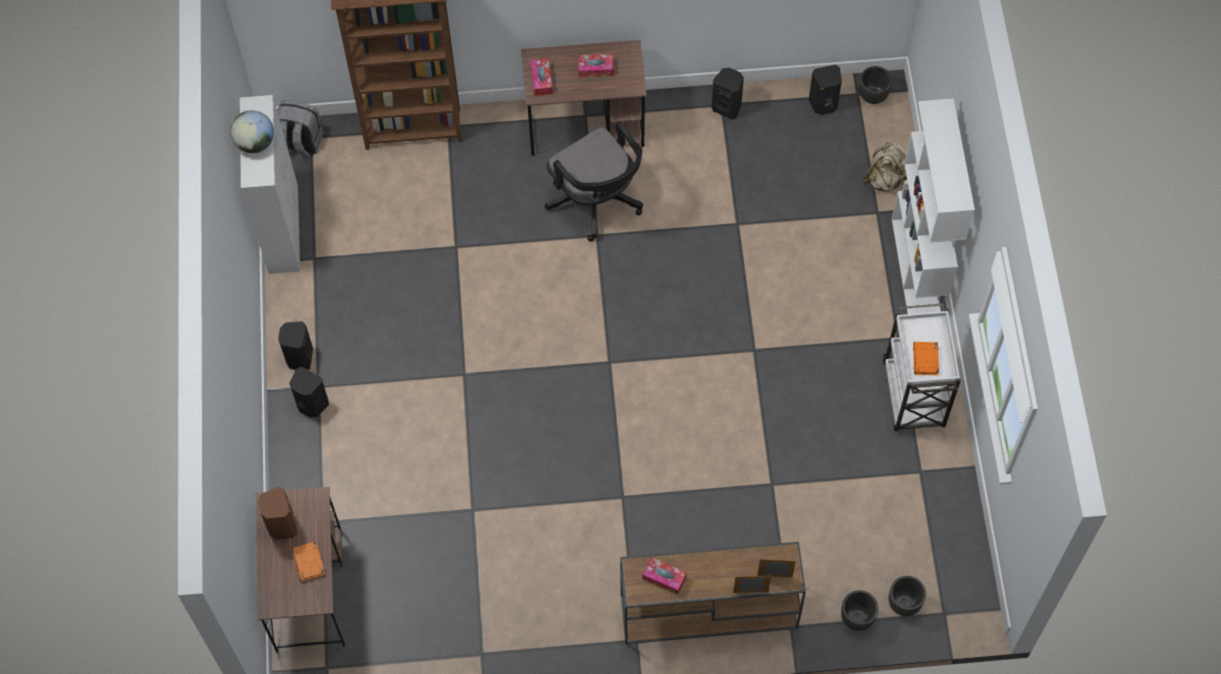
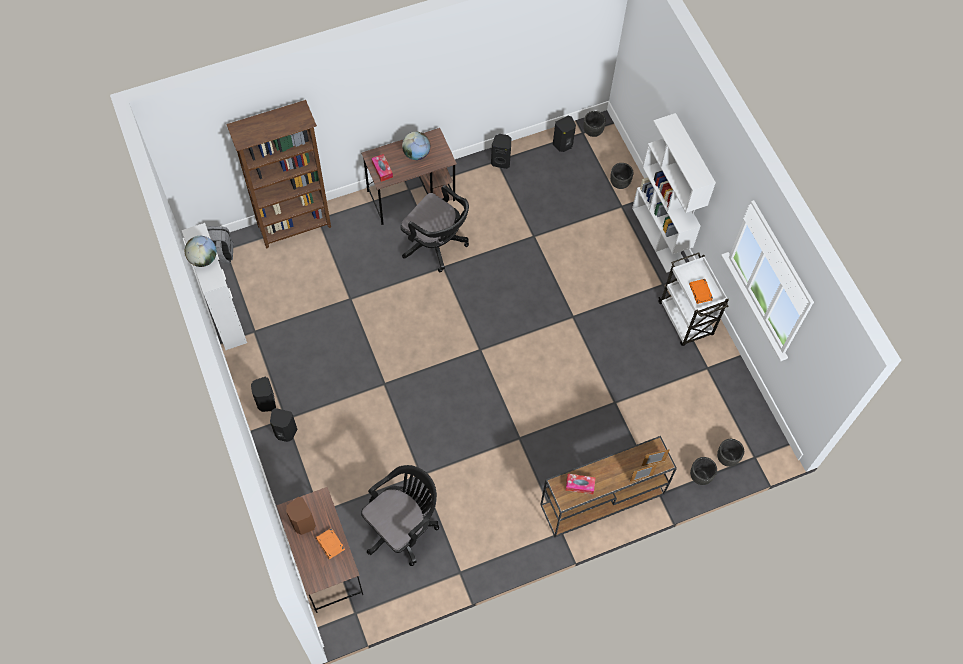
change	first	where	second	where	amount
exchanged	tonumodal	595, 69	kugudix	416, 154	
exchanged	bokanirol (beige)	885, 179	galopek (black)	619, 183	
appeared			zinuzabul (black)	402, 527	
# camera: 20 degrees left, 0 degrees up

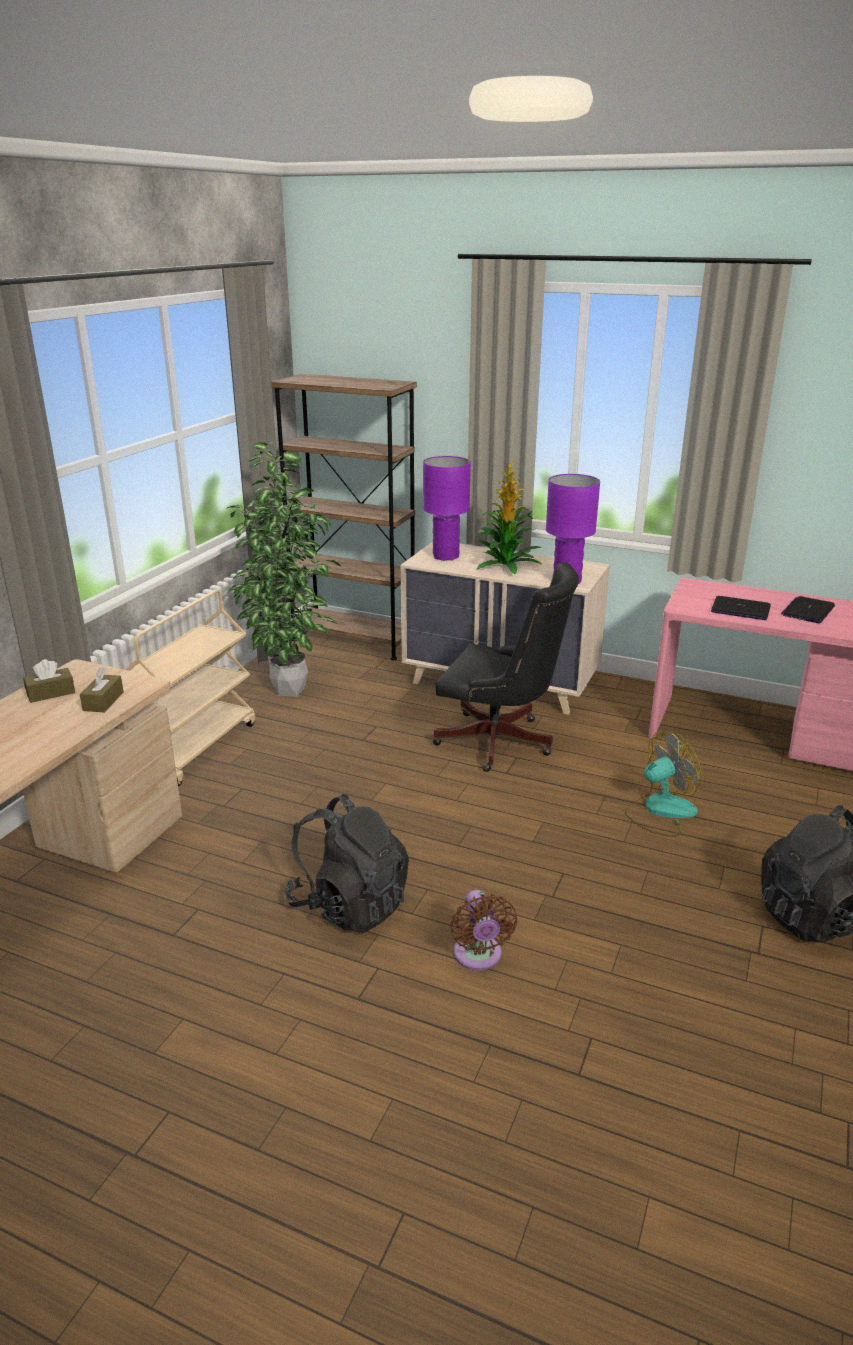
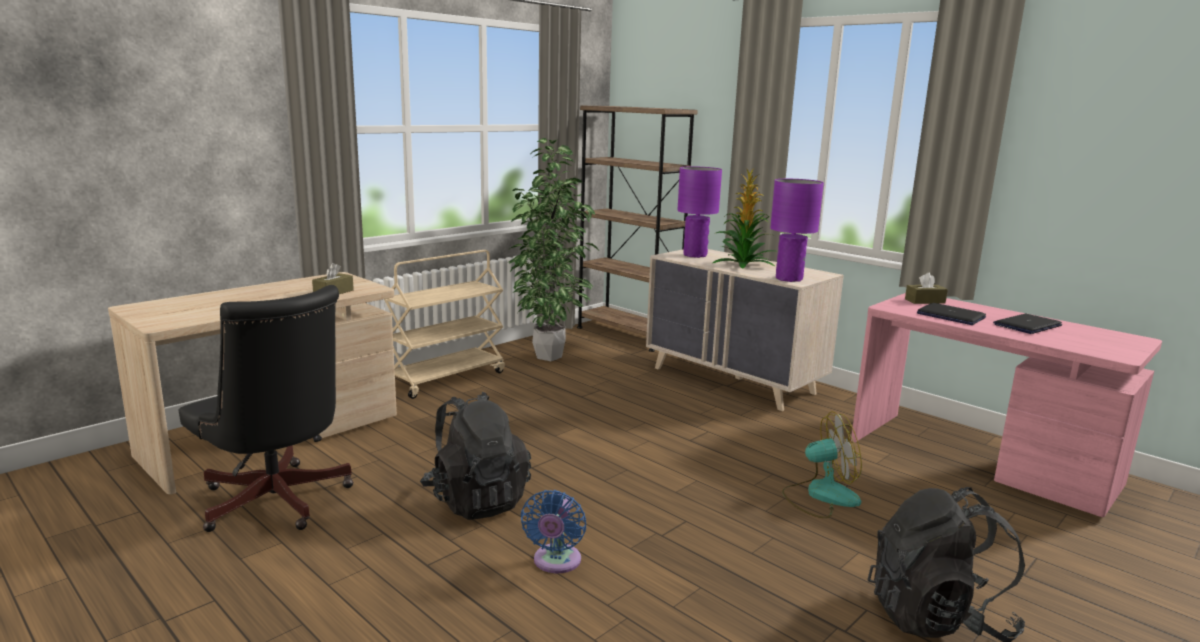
change	first	where	second	where	amount
relocated	tonumodal (brown)	51, 693		925, 301	
relocated	zinuzabul (black)	501, 743		277, 504	
colour	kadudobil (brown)	478, 957	kadudobil (blue)	556, 562	
# camera: 20 degrees right, 10 degrees down

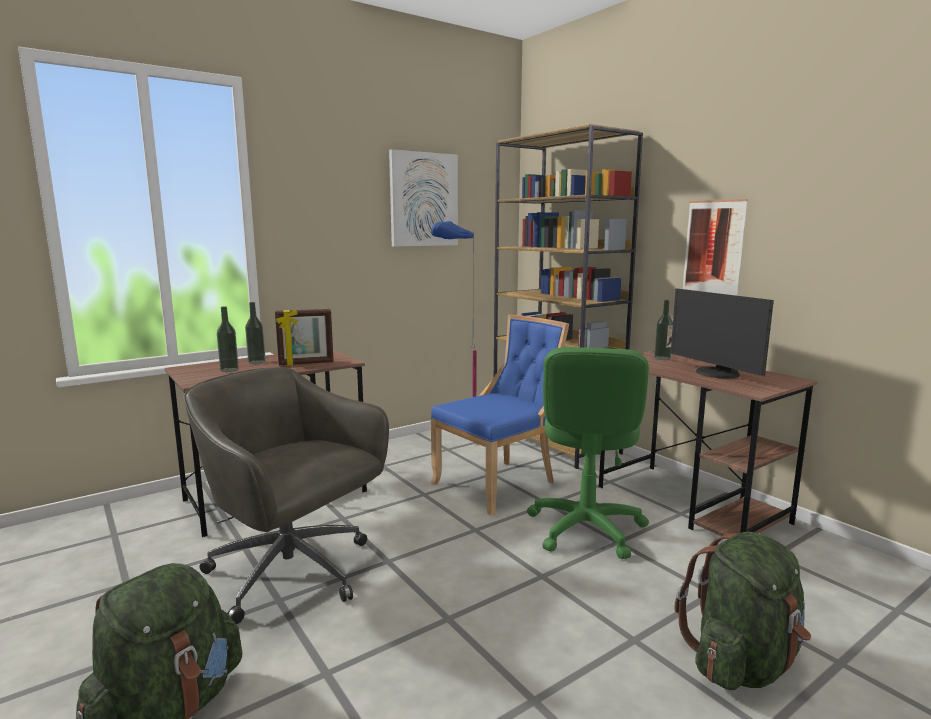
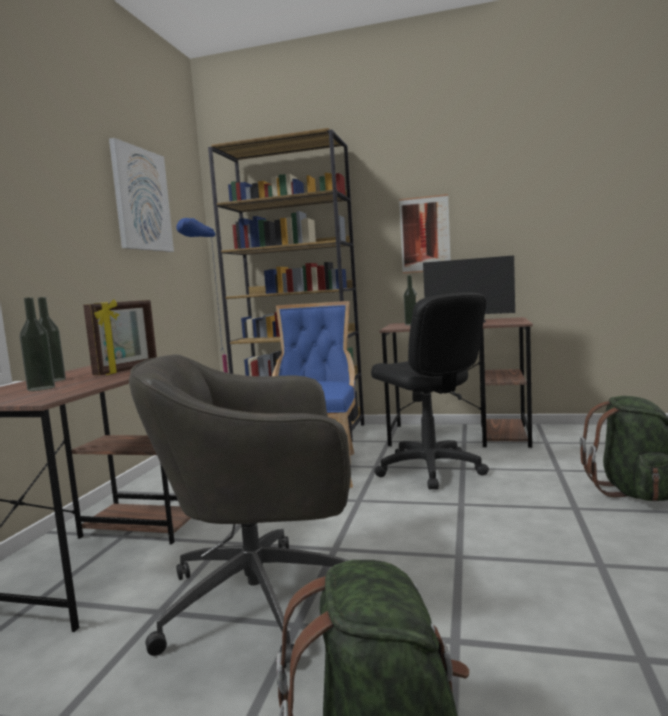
change	first	where	second	where	amount
colour	zinuzabul (green)	585, 528	zinuzabul (black)	430, 469	
# camera: 40 degrees left, 5 degrees down

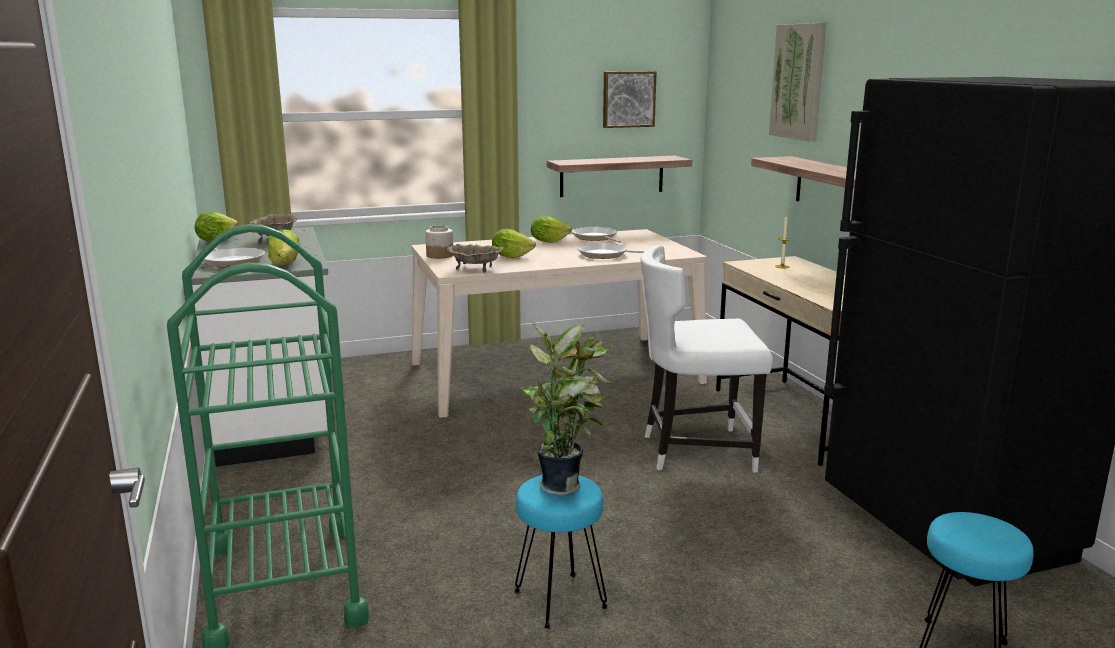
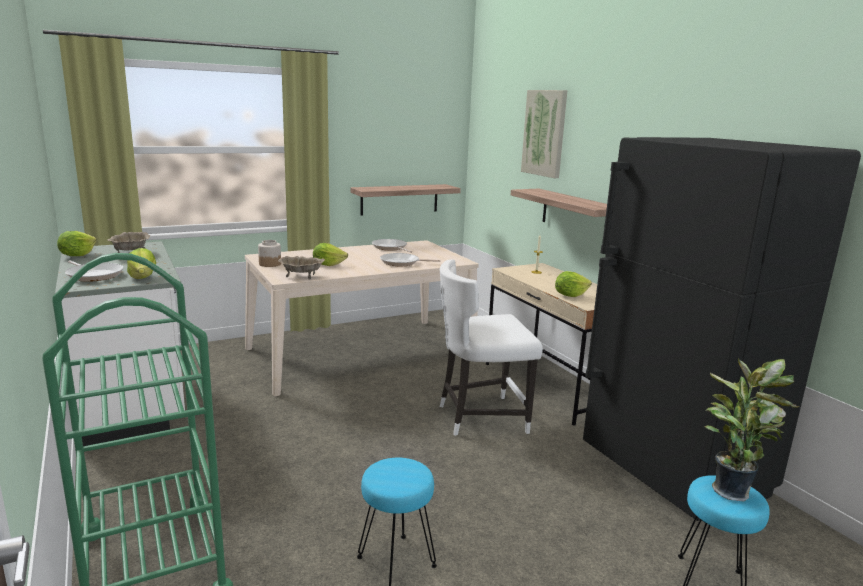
change	first	where	second	where	amount
relocated	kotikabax	564, 485		731, 490	
relocated	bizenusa	548, 241		570, 295	
missing	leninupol	628, 99			
# camera: 10 degrees left, 0 degrees up

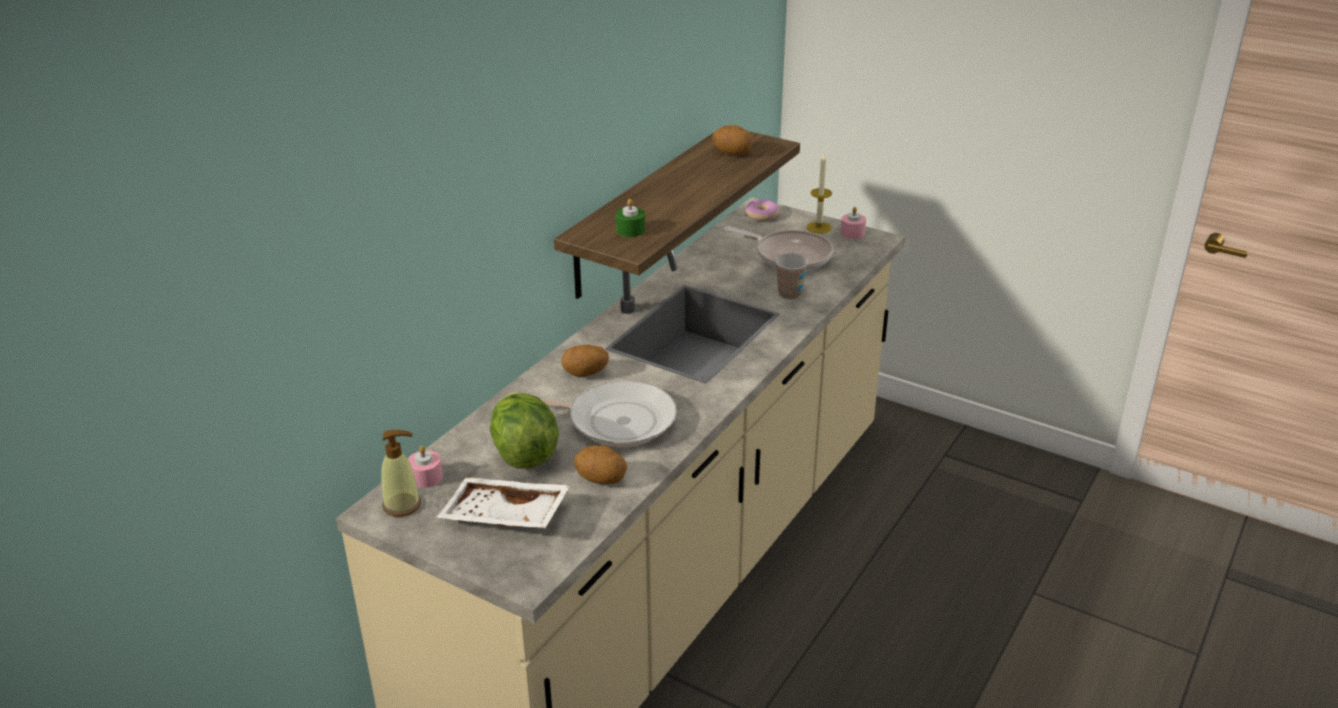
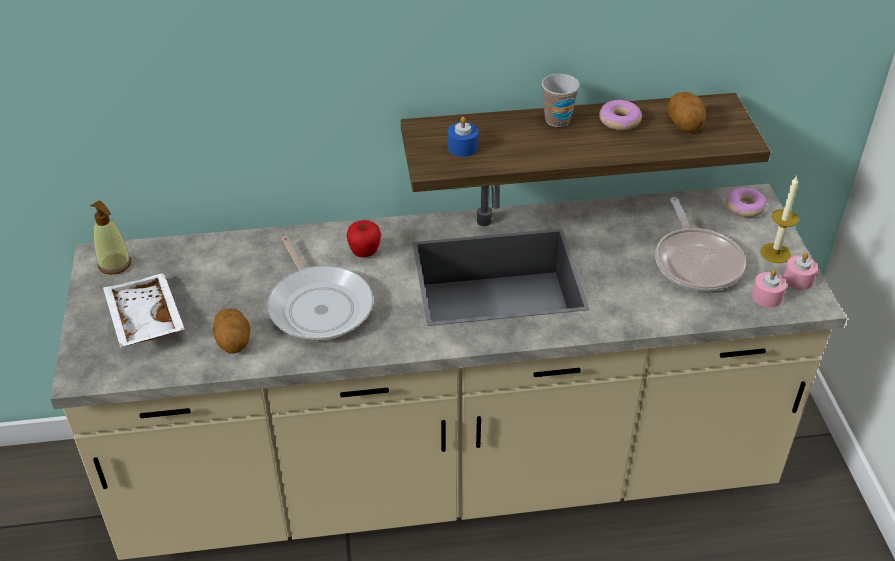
change	first	where	second	where	amount
relocated	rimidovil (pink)	426, 477		767, 296	
missing	bizenusa	524, 452			
exchanged	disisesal	585, 374	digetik	364, 253	
colour	rimidovil (green)	630, 230	rimidovil (blue)	462, 147	
relocated	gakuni	789, 294		557, 120	
appeared			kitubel	619, 121	
# camera: 50 degrees right, 10 degrees up

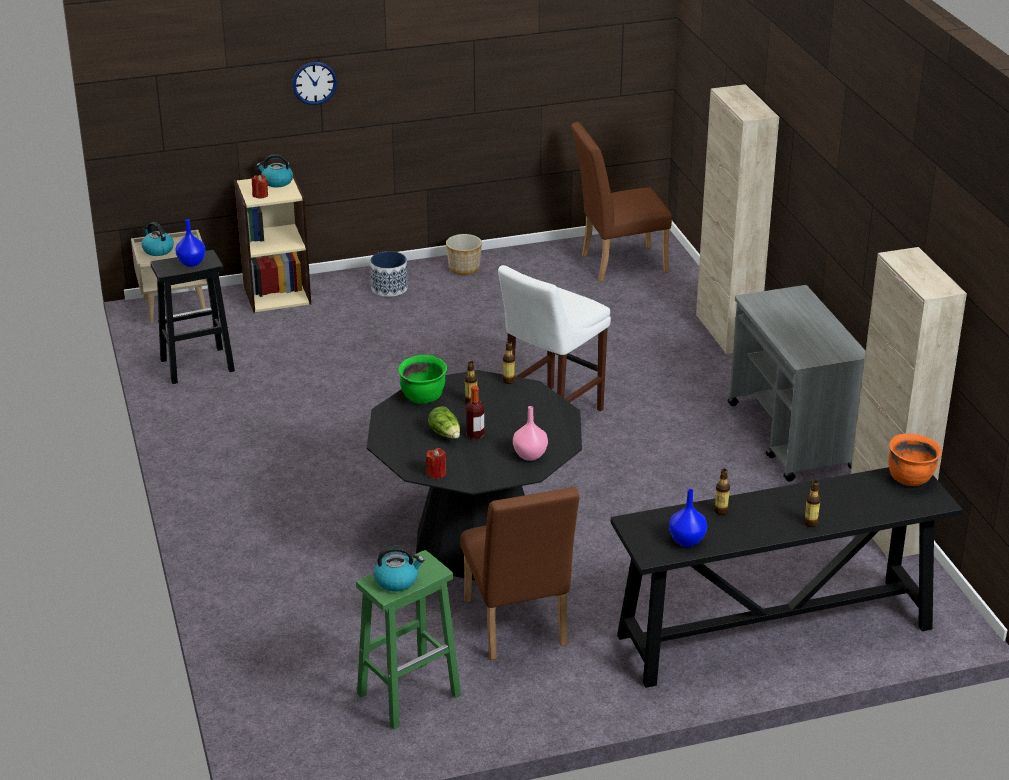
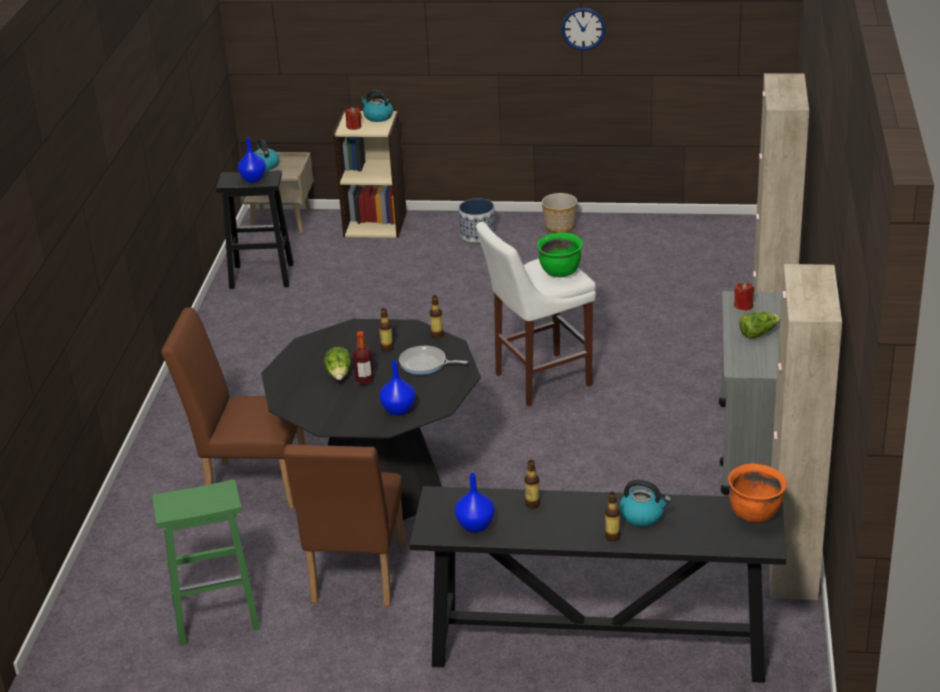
change	first	where	second	where	amount
relocated	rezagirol	314, 83		583, 28	
relocated	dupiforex	397, 580		643, 515	
relocated	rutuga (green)	423, 398		560, 272	
relocated	rimidovil (red)	436, 473		743, 306	
colour	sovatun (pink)	529, 455	sovatun (blue)	398, 410	
relocated	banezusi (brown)	617, 264		249, 483	
appeared			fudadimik	425, 364	
appeared			bizenusa	758, 333	
# camera: 25 degrees right, 0 degrees up

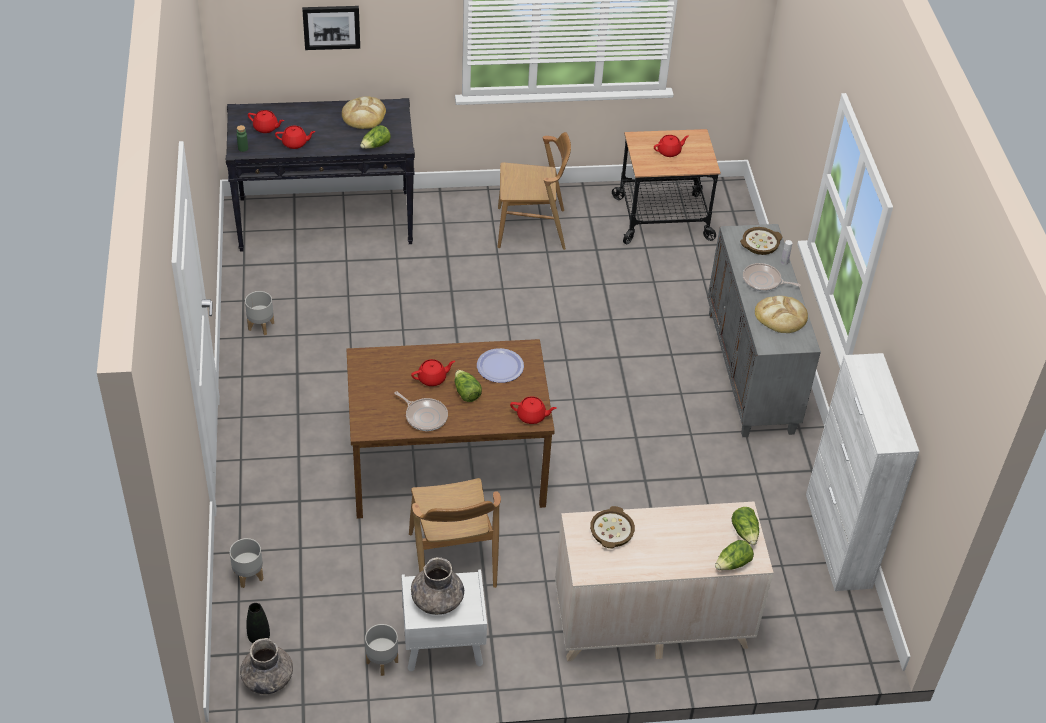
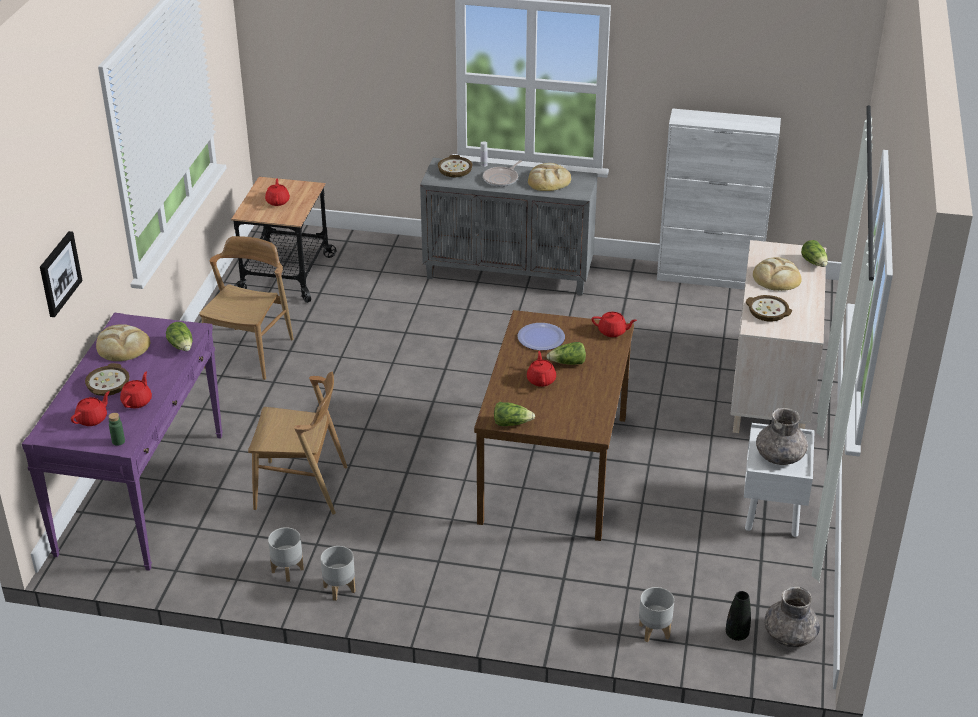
change	first	where	second	where	amount
colour	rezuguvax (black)	326, 220	rezuguvax (purple)	141, 492	
relocated	galopek (grey)	382, 661		339, 588	
missing	fudadimik	424, 416			
relocated	banezusi (brown)	452, 560		301, 488	
spun	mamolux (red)	532, 416		612, 332	75 degrees clockwise
relocated	bizenusa	745, 532		511, 423	
appeared			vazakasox	109, 385	
appeared			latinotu	776, 278	
# camera: 70 degrees left, 10 degrees down

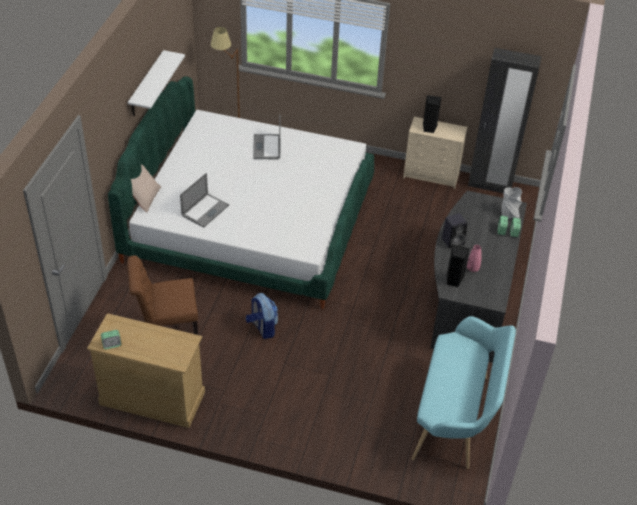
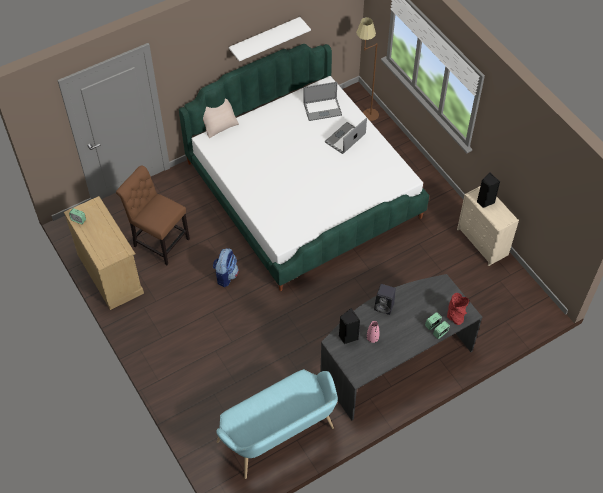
change	first	where	second	where	amount
relocated	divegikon	205, 210		322, 109	
missing	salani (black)	490, 185			
colour	sovatun (grey)	509, 214	sovatun (red)	455, 316	
# camera: 45 degrees right, 10 degrees up

